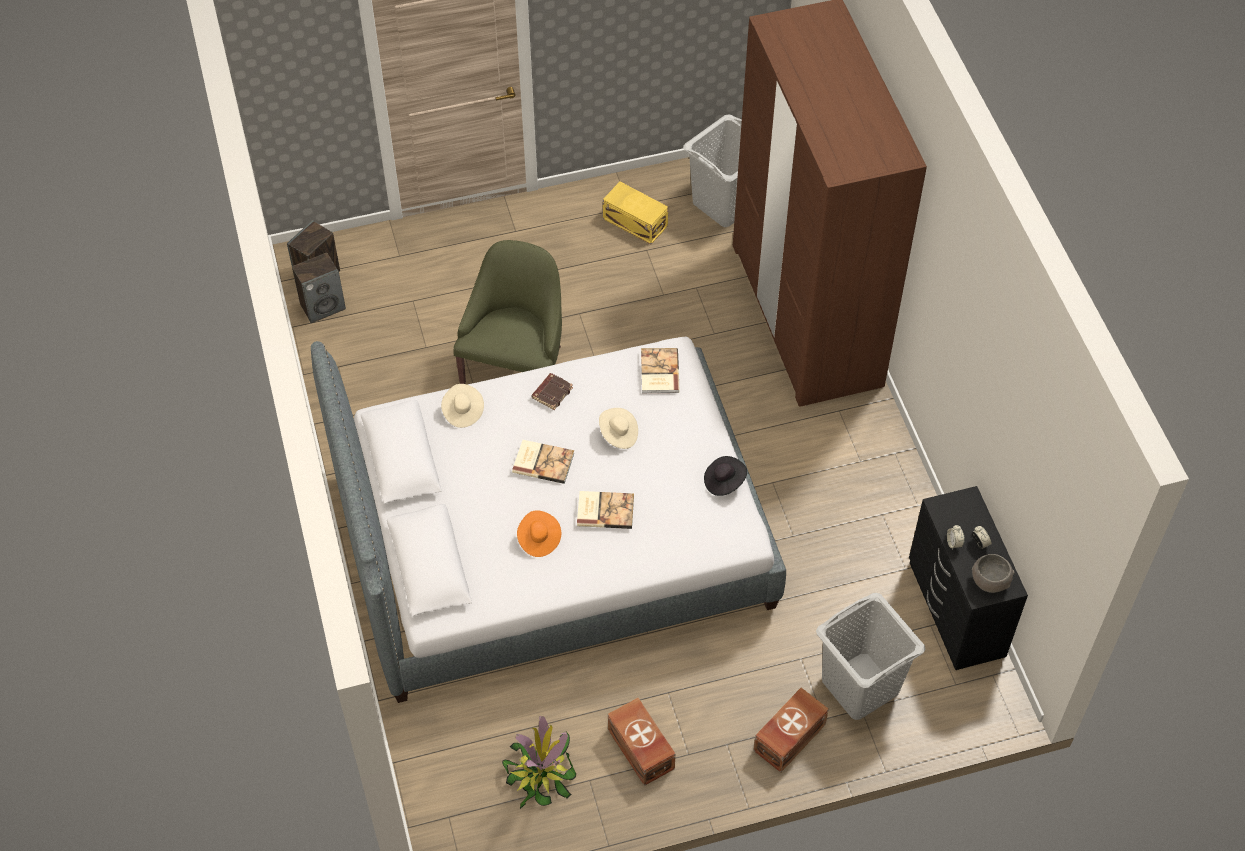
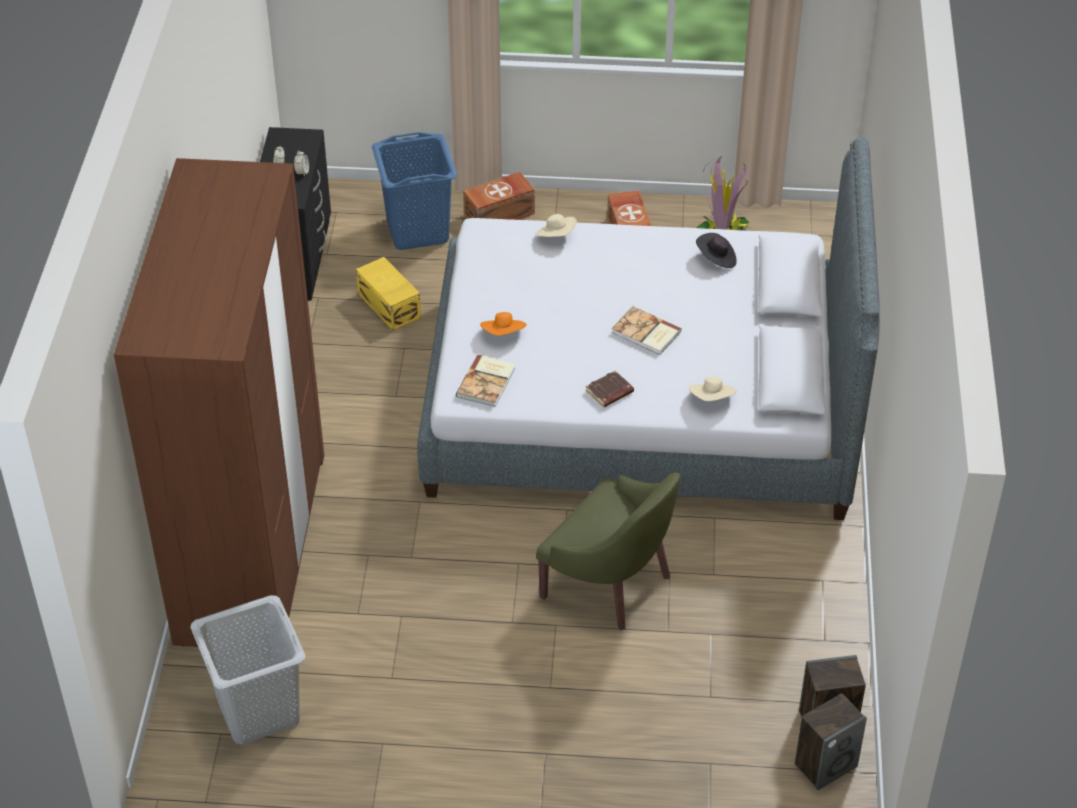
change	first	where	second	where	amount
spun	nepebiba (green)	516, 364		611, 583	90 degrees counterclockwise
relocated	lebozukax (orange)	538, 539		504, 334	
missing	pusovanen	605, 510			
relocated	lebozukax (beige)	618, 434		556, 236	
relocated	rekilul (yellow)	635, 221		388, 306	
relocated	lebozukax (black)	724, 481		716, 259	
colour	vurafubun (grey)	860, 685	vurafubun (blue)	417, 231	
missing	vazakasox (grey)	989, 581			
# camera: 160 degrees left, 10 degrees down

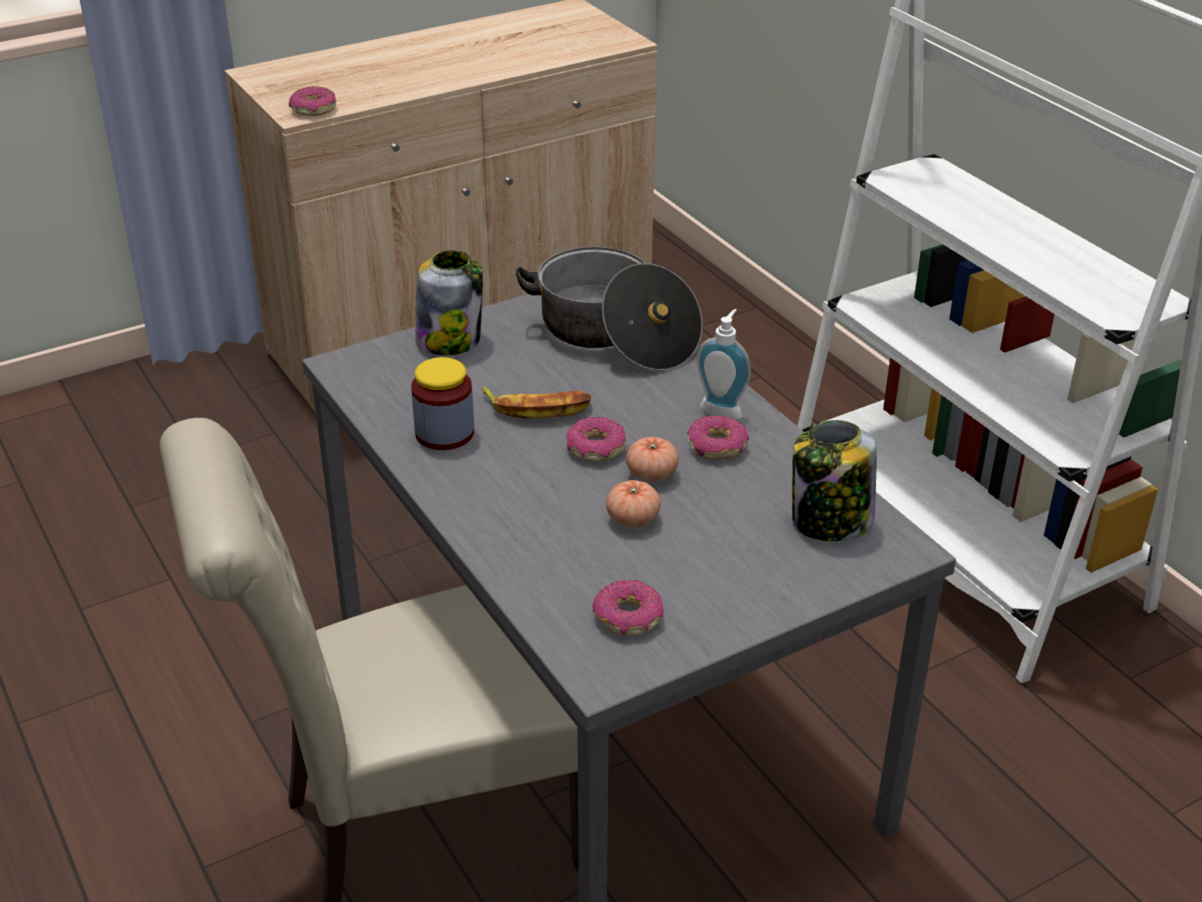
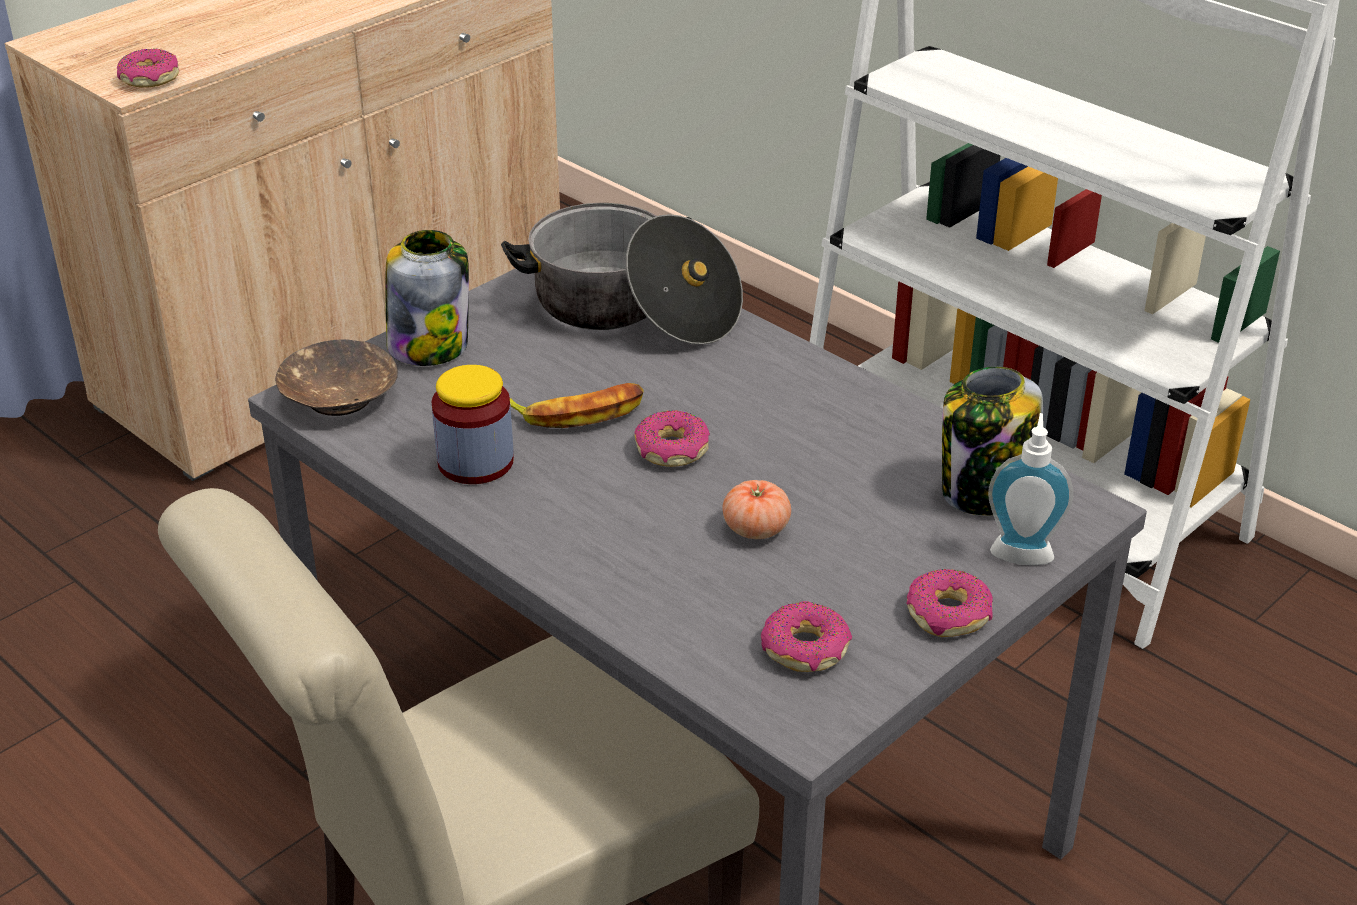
change	first	where	second	where	amount
missing	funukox	651, 474			
relocated	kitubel	717, 446		949, 614	
relocated	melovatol	723, 409		1022, 550	
appeared			vazakasox (brown)	338, 398	
# camera: 15 degrees left, 0 degrees up

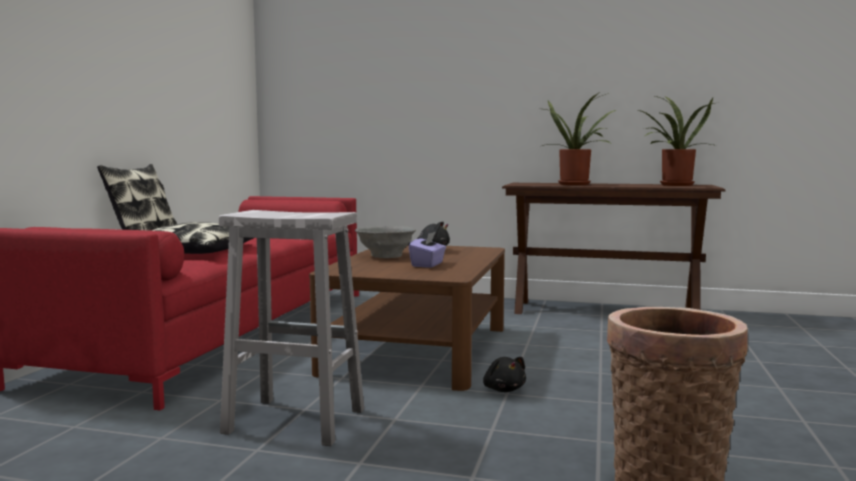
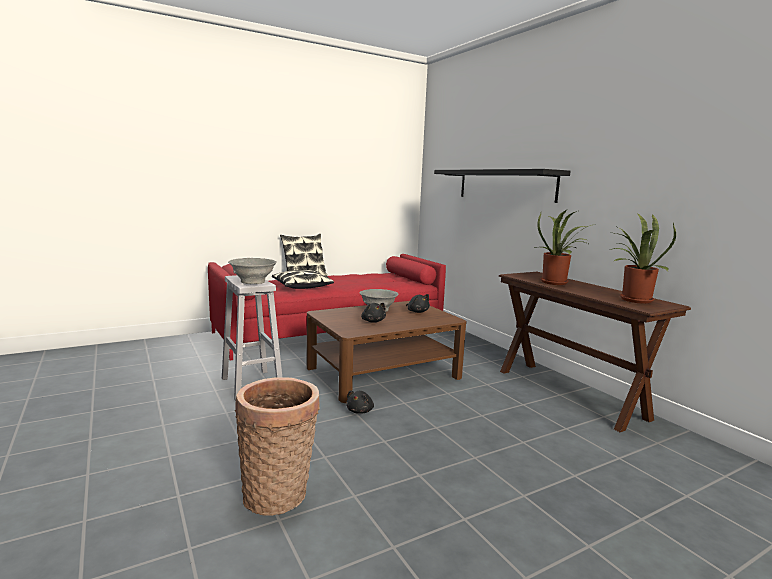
change	first	where	second	where	amount
exchanged	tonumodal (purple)	428, 265	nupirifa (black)	373, 321	
appeared			vazakasox (grey)	253, 282	
appeared			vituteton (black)	505, 185	
# camera: 45 degrees right, 5 degrees up

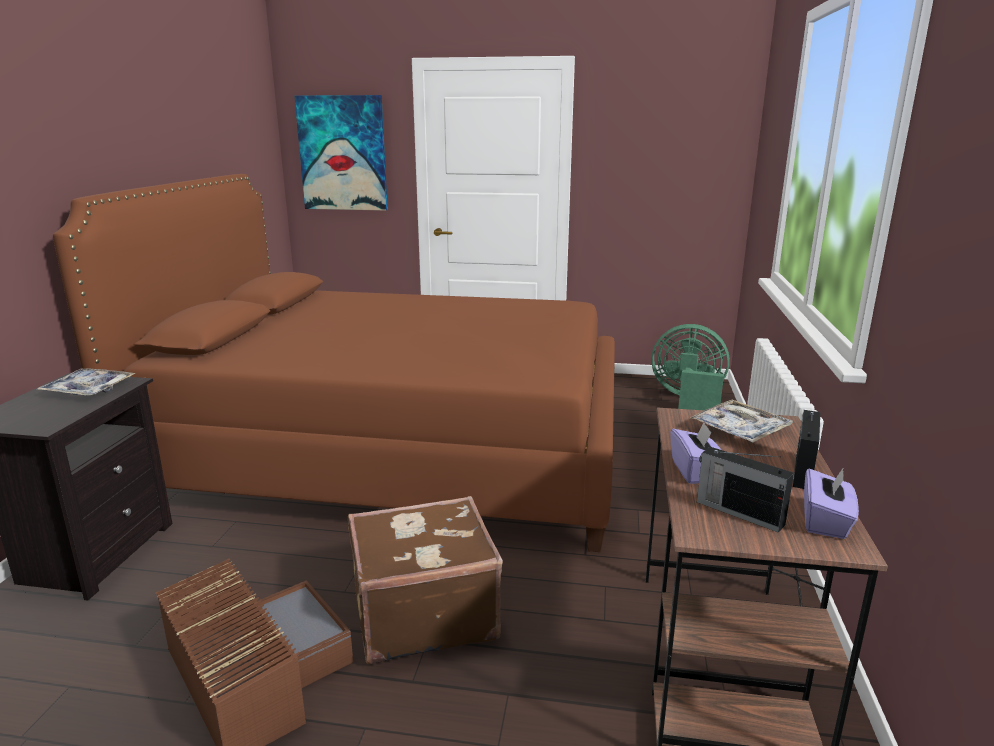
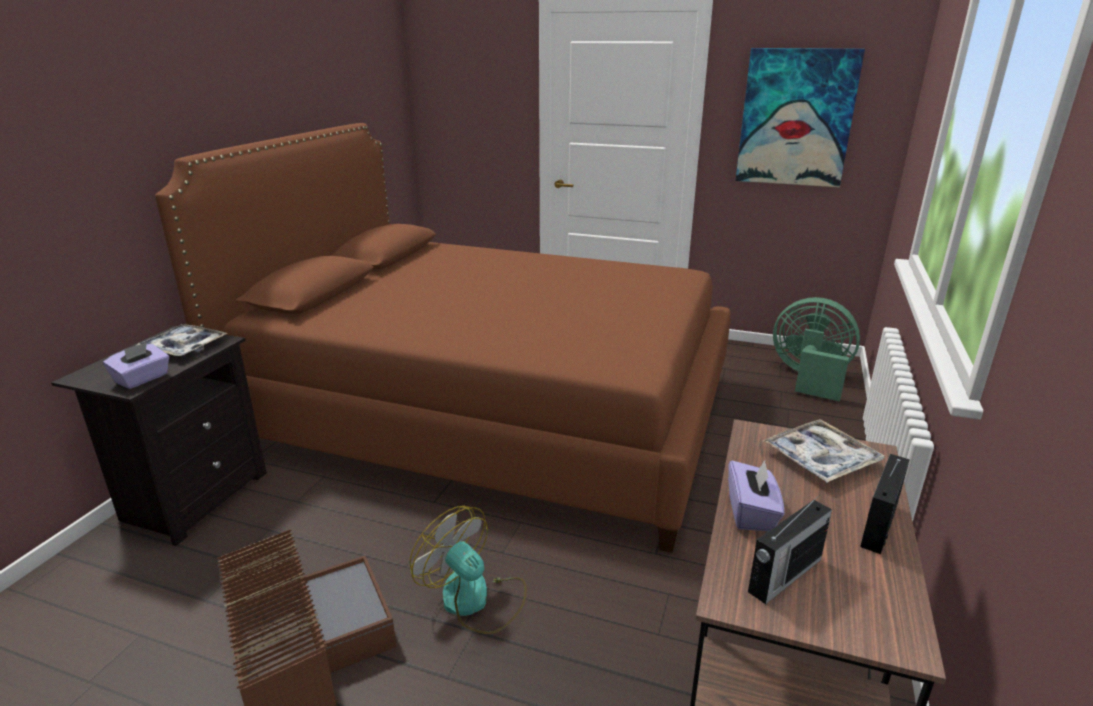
change	first	where	second	where	amount
relocated	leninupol	342, 153		796, 118	
exchanged	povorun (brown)	422, 613	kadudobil	475, 600	
spun	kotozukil	738, 512		783, 576	90 degrees counterclockwise
relocated	tonumodal (purple)	825, 522		142, 379	
# camera: 10 degrees right, 5 degrees up

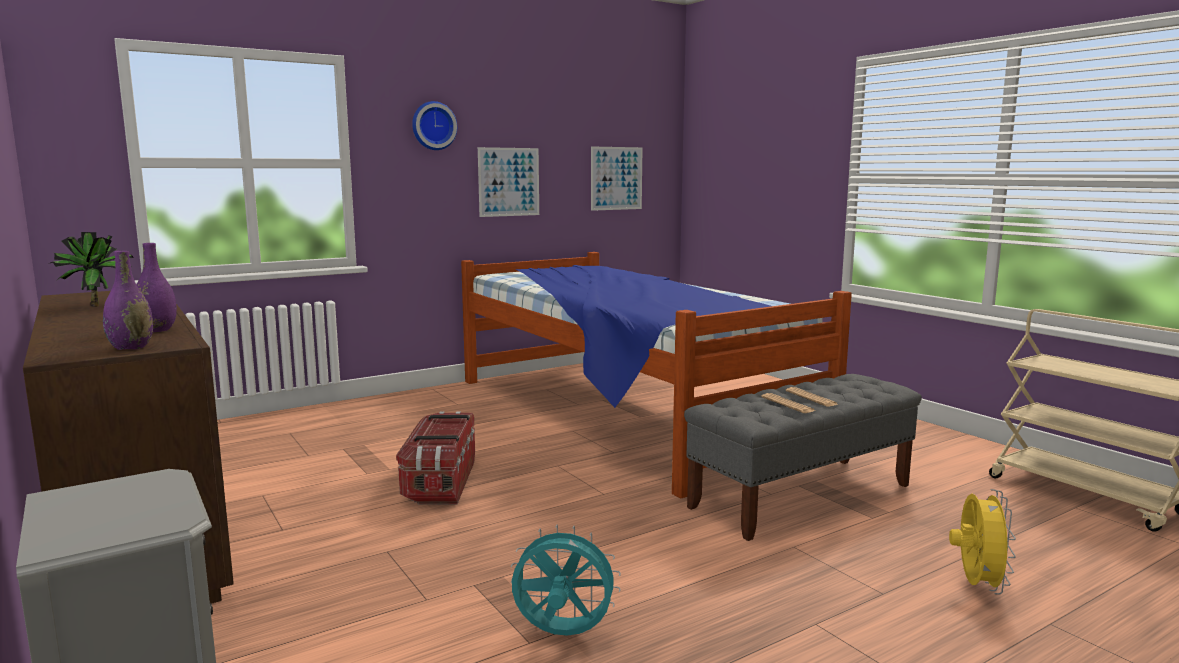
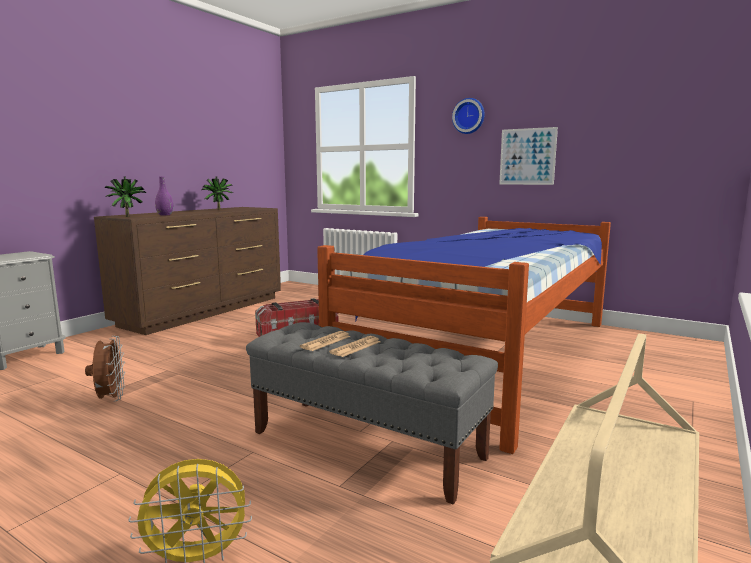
change	first	where	second	where	amount
exchanged	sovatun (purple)	131, 347	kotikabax	127, 216	
colour	kadudobil (turquoise)	562, 635	kadudobil (brown)	110, 399	
missing	leninupol	616, 178			
# camera: 65 degrees right, 0 degrees up

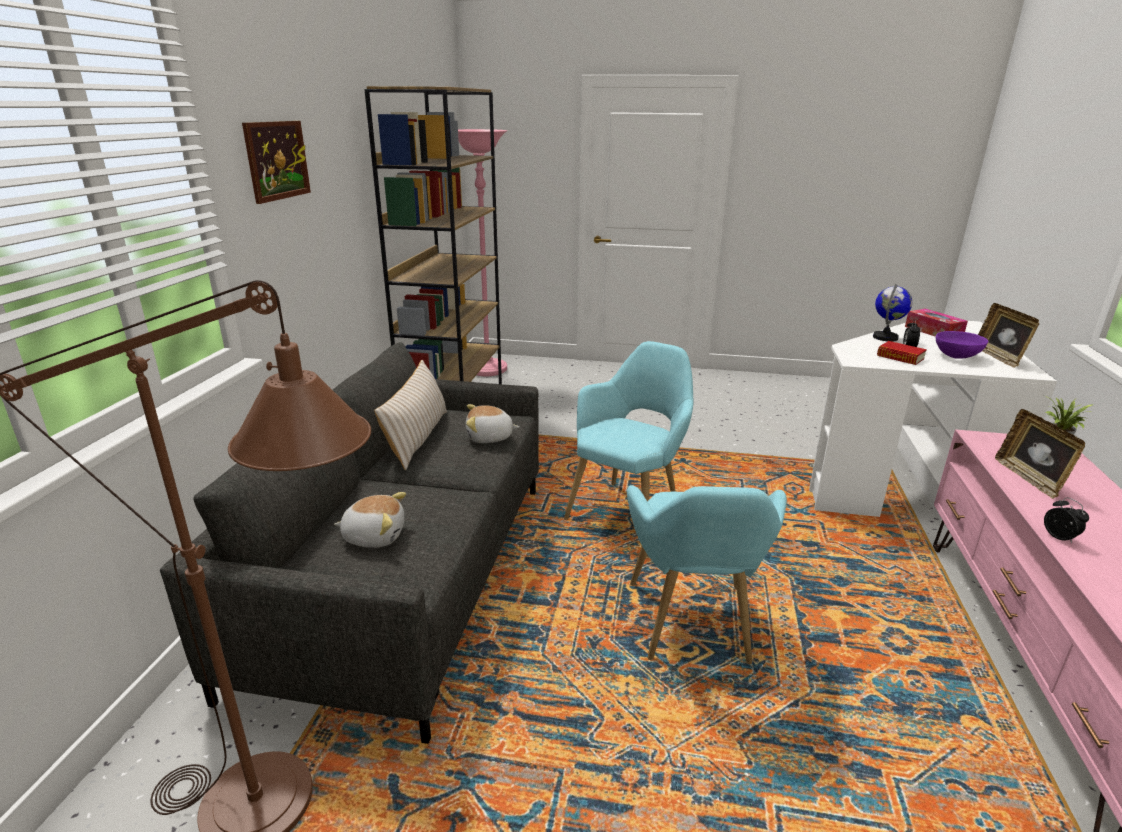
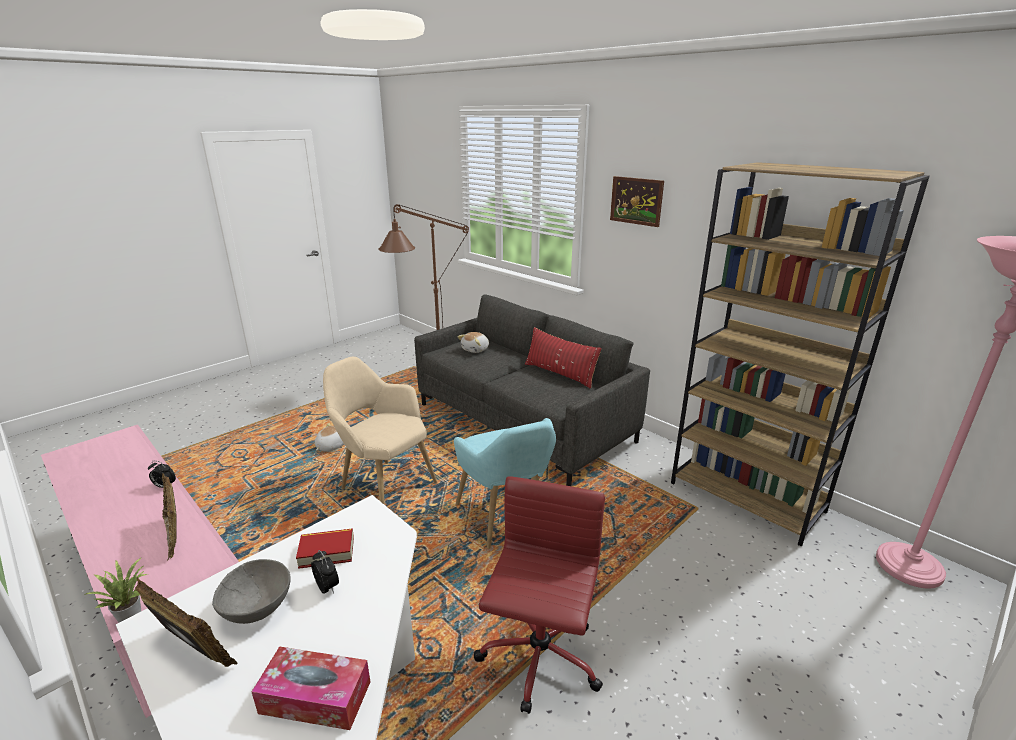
change	first	where	second	where	amount
colour	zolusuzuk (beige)	417, 438	zolusuzuk (red)	560, 373	
relocated	nupirifa	489, 437		330, 446	
colour	nepebiba (turquoise)	692, 629	nepebiba (beige)	383, 485	
missing	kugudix	885, 337			
colour	vazakasox (purple)	957, 356	vazakasox (grey)	257, 608	
spun	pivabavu	1030, 478		175, 536	150 degrees counterclockwise
appeared			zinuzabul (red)	538, 659	
# camera: 125 degrees right, 0 degrees up

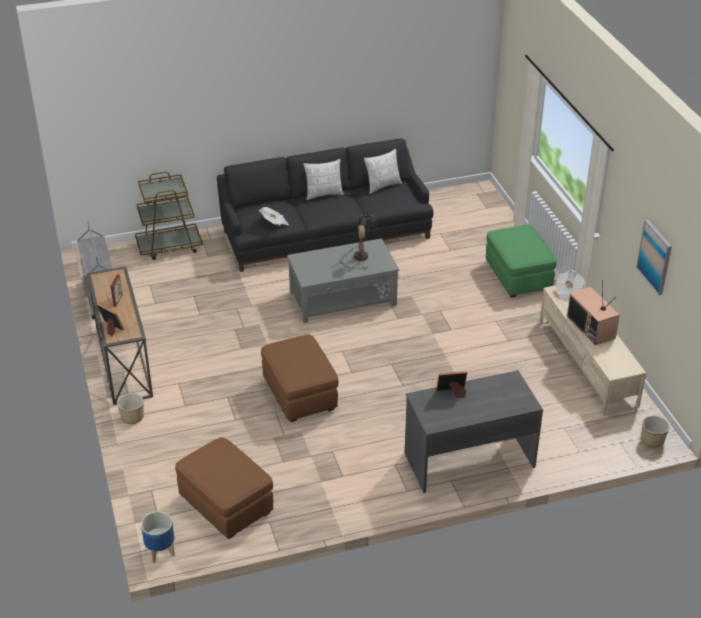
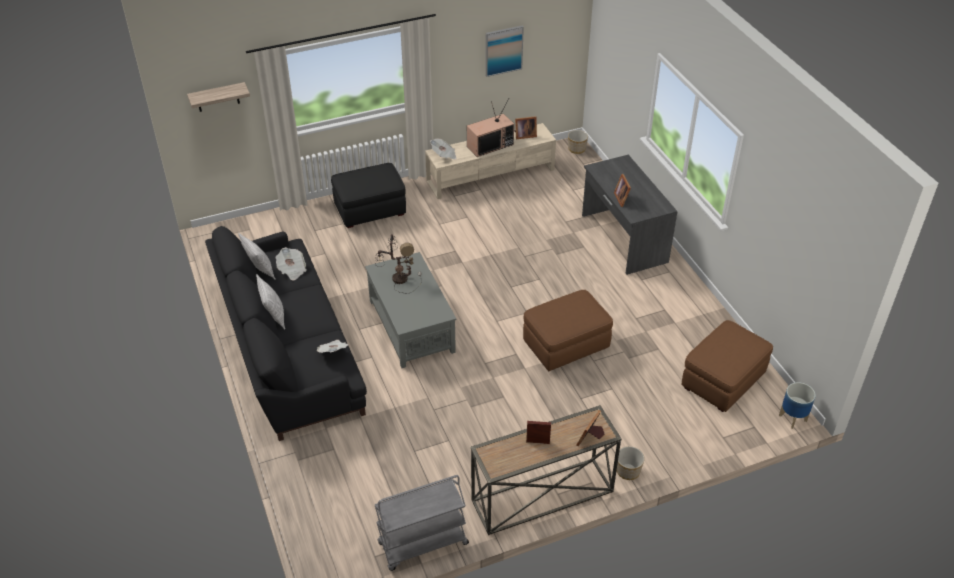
change	first	where	second	where	amount
missing	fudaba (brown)	169, 246			
colour	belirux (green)	518, 277	belirux (black)	370, 210	
appeared			vituteton	218, 97	
appeared			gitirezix	292, 270	
appeared			pivabavu	524, 135	
# camera: 95 degrees left, 5 degrees up

